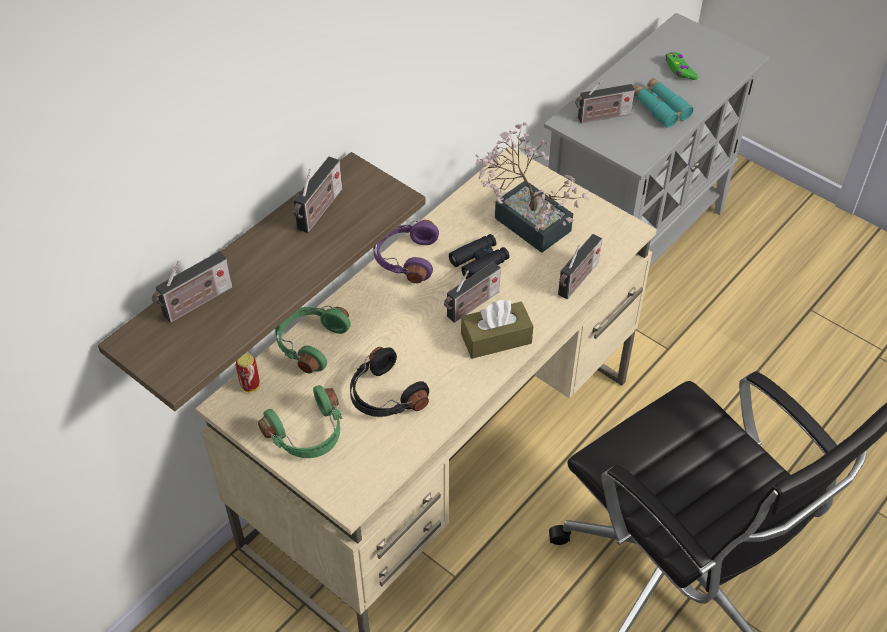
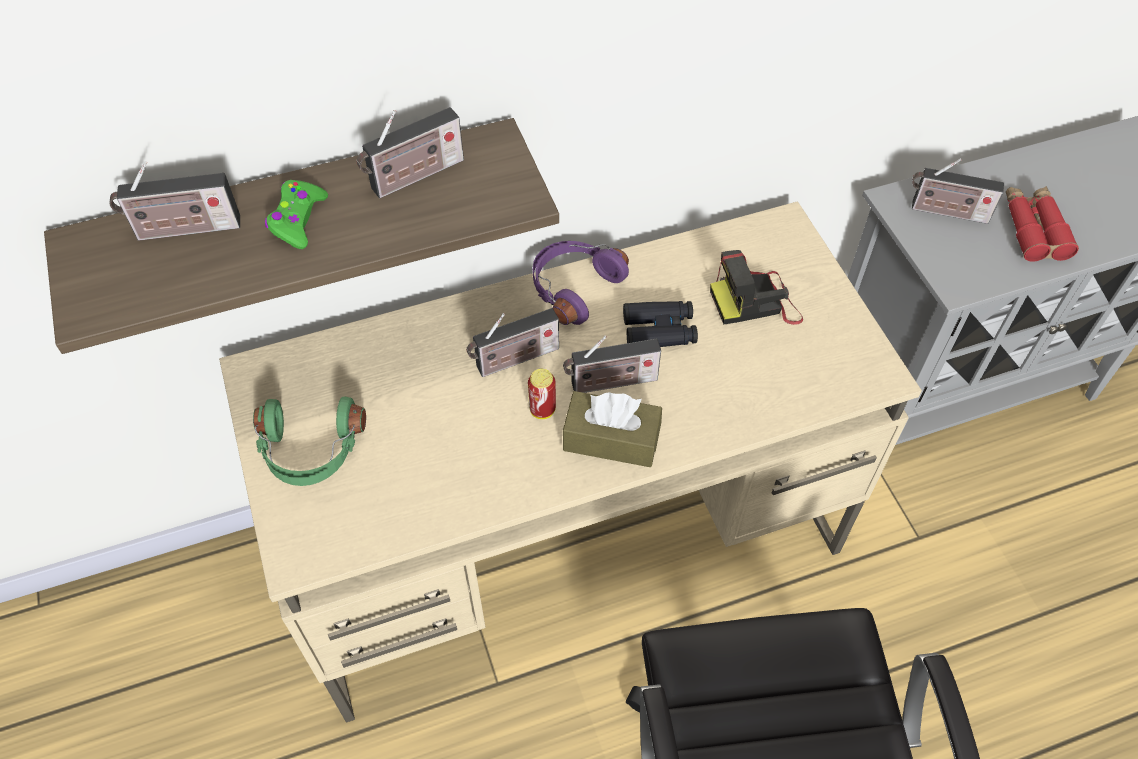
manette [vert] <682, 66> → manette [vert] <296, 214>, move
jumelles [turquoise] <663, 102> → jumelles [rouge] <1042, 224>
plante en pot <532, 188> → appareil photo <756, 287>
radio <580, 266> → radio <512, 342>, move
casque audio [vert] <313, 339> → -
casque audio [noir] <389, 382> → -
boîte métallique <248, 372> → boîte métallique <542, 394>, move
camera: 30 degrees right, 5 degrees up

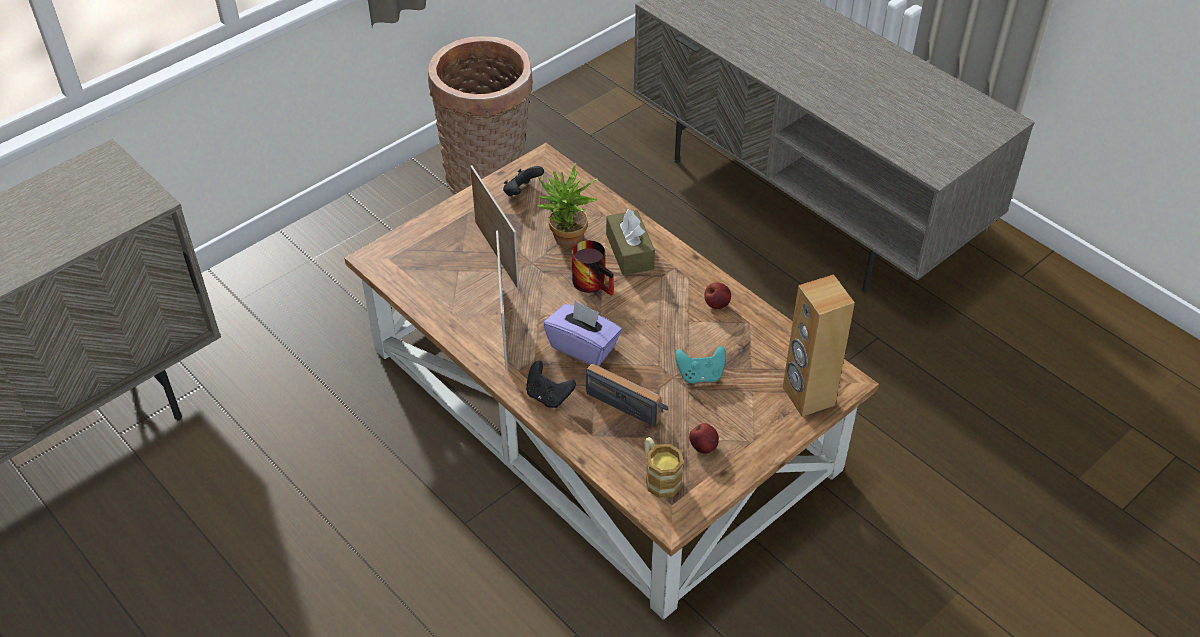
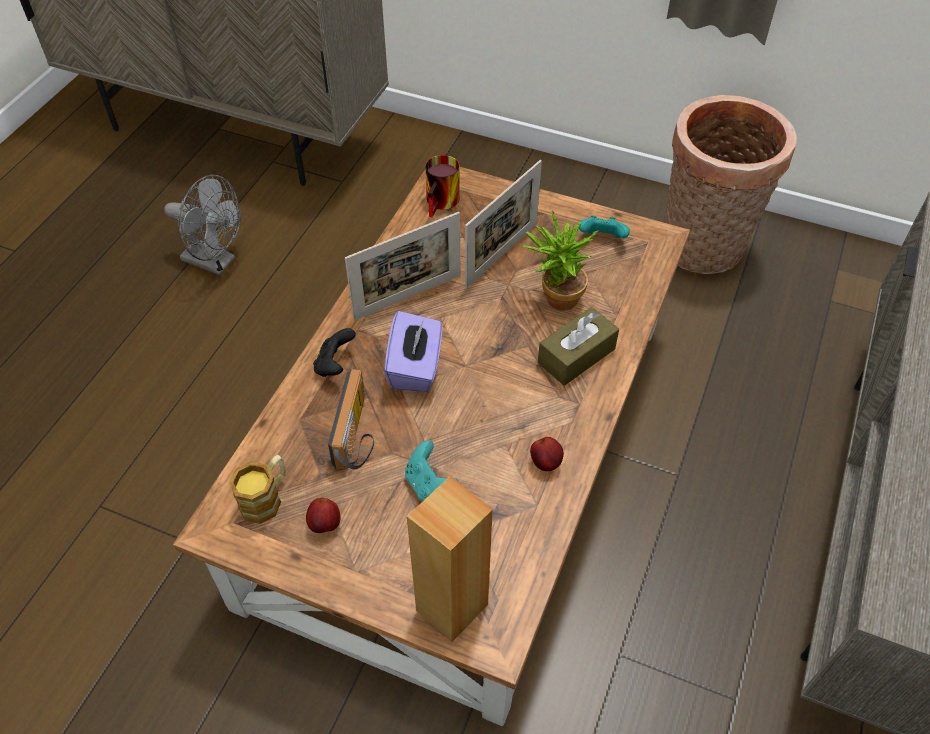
manette [noir] <523, 181> → manette [turquoise] <604, 227>
mug <593, 268> → mug <442, 186>, move
- → ventilateur [gris] <202, 225>
camera: 65 degrees right, 5 degrees up

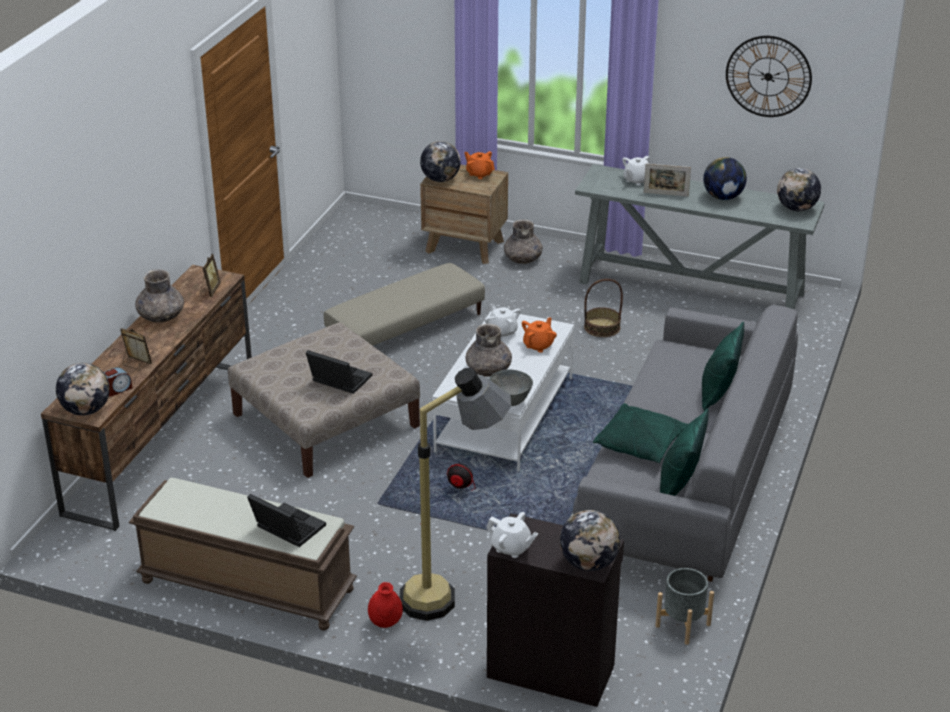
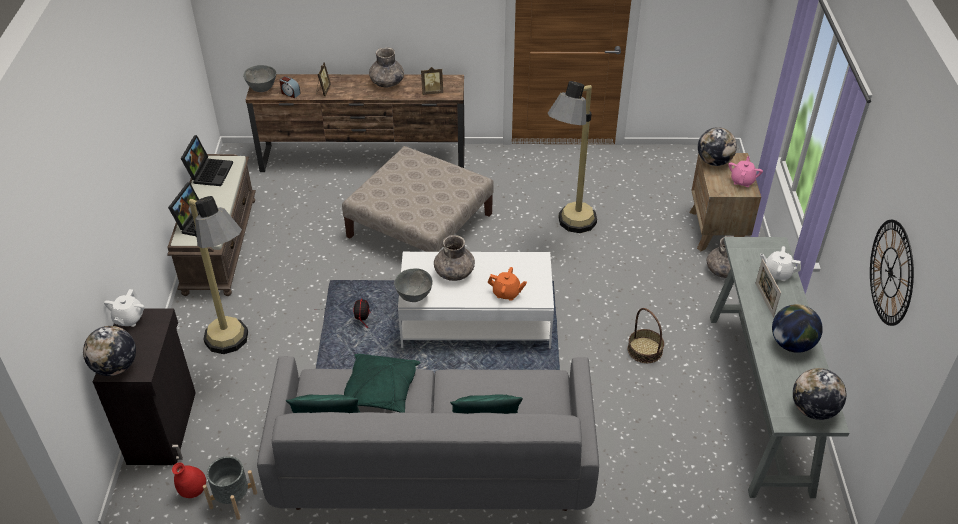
théière [orange] <479, 165> → théière [rose] <745, 171>
pouf [beige] <404, 304> → lampadaire <572, 157>
théière [blanc] <502, 321> → -
ordinateur portable <339, 372> → ordinateur portable <207, 160>, move
globe <83, 389> → bol [gris] <260, 78>
vase [rouge] <385, 605> → vase [rouge] <189, 480>, move
camera: 70 degrees right, 10 degrees up

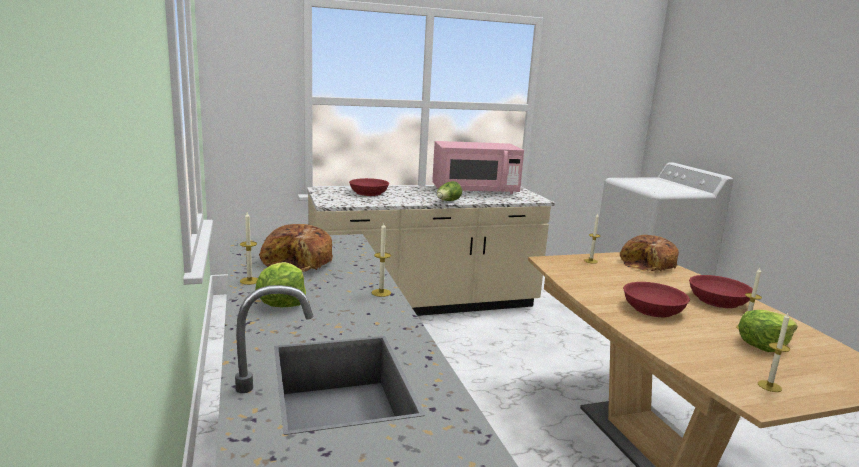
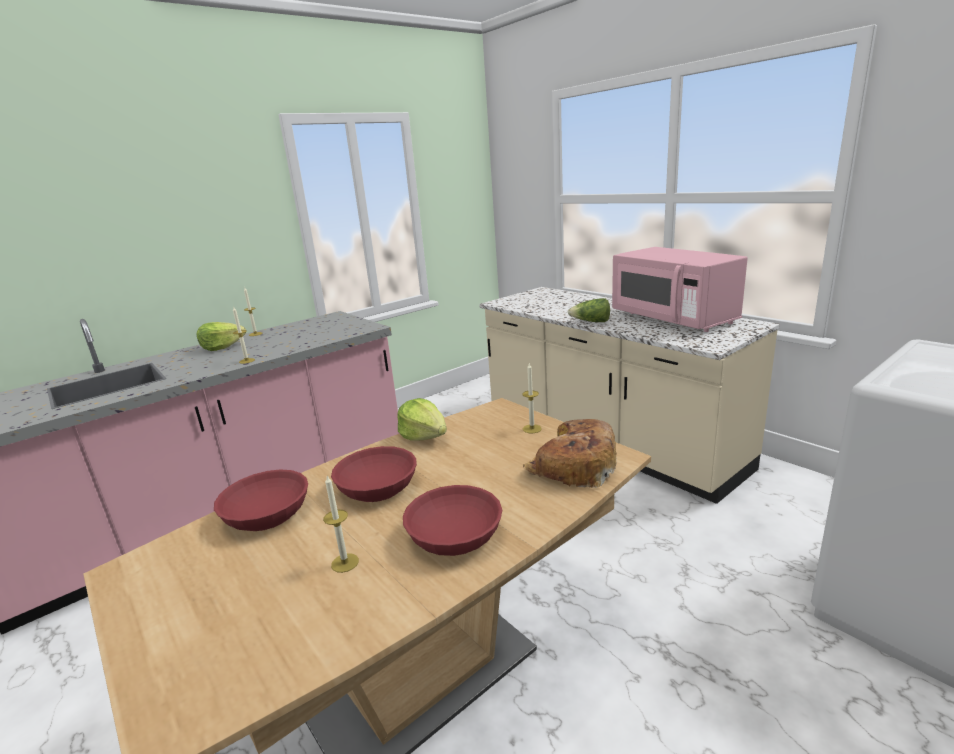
bol [rouge] <369, 187> → bol [rouge] <261, 500>, move
pain <296, 248> → -
laitue <767, 331> → laitue <422, 419>, move
bougie <774, 352> → -
camera: 70 degrees right, 5 degrees up

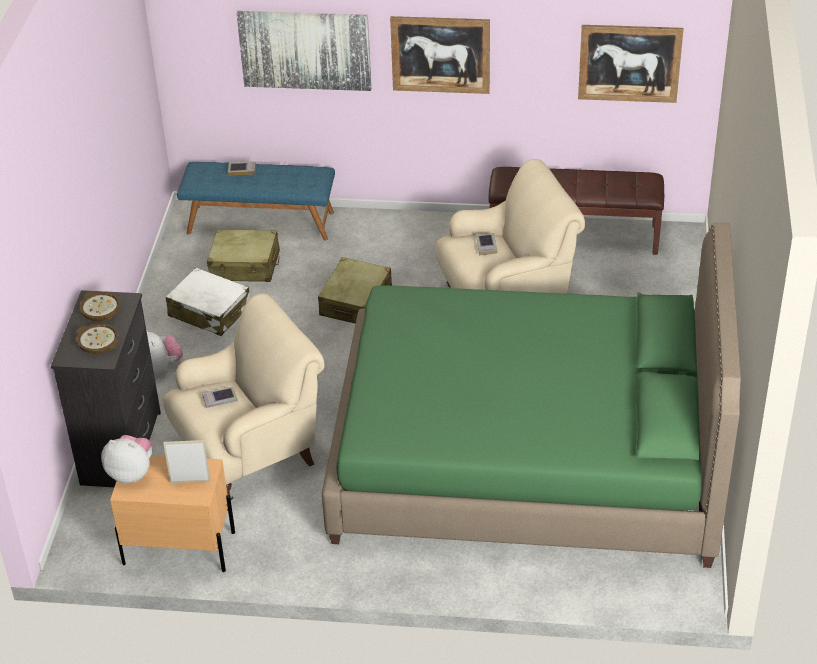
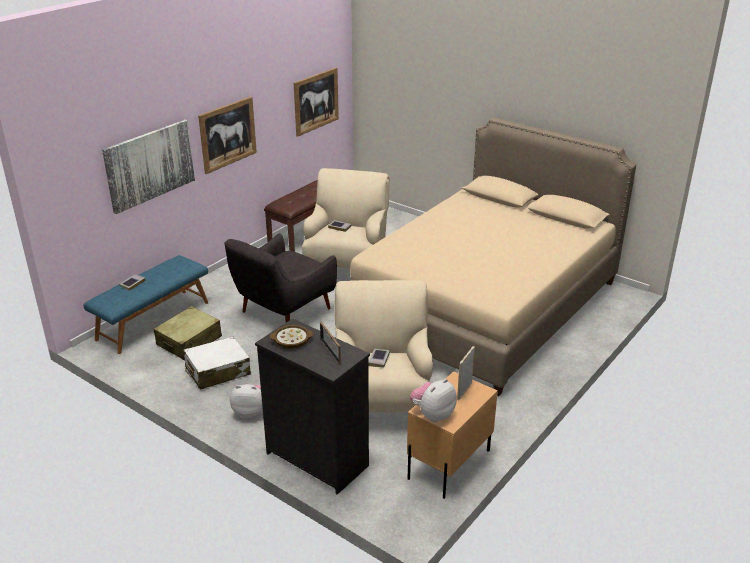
lit [vert] <531, 395> → lit [beige] <493, 257>
valise [beige] <355, 290> → fauteuil [gris] <280, 277>
bol <97, 338> → cadre photo <330, 343>
camera: 60 degrees left, 10 degrees down

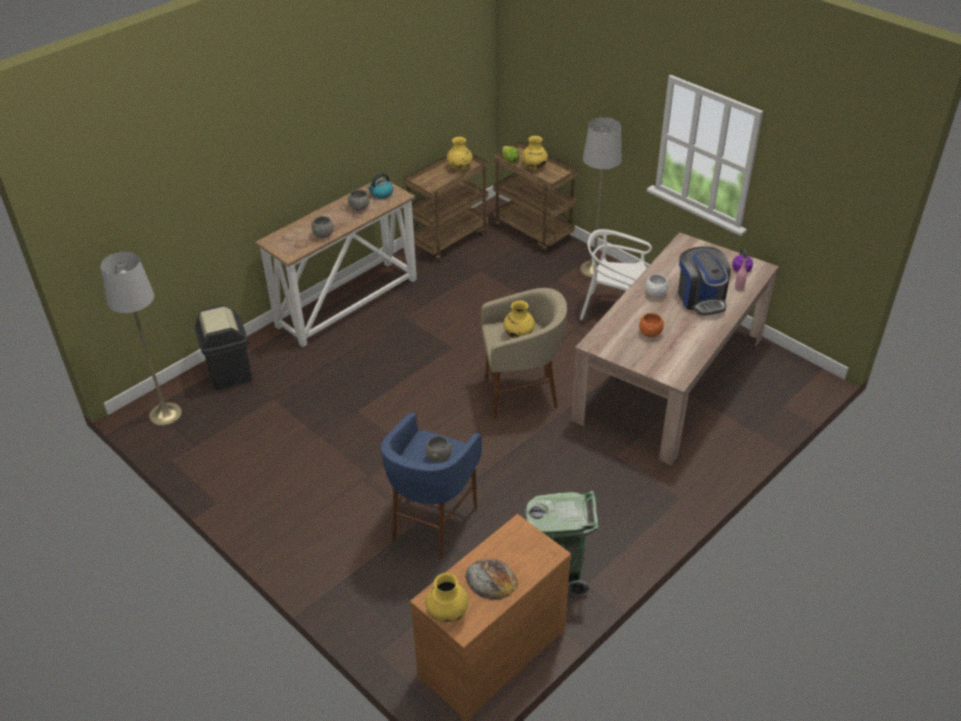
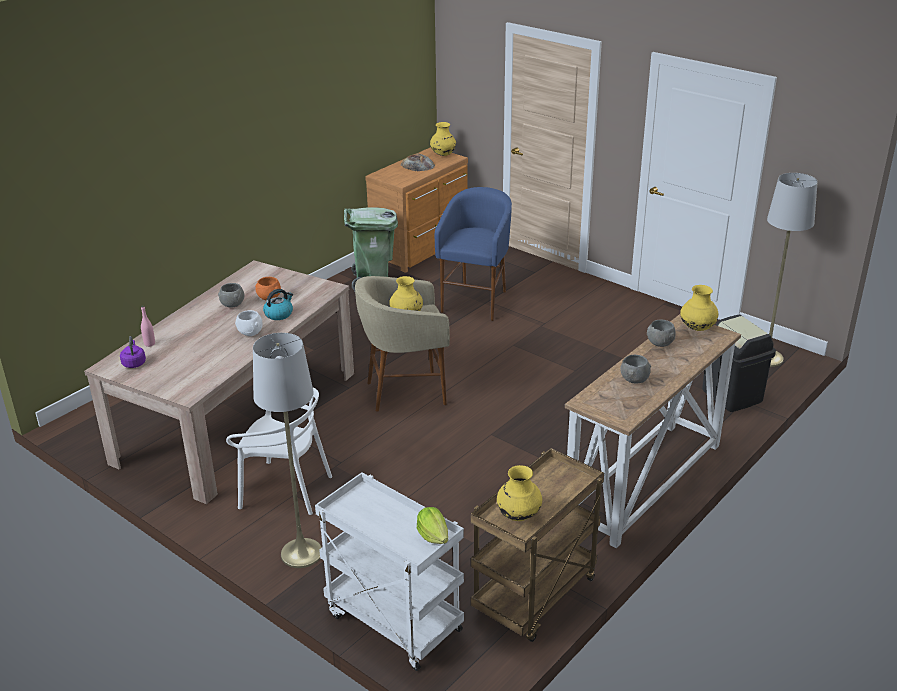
vase [jaune] <535, 152> → vase [jaune] <699, 308>, move
chariot [marron] <535, 197> → chariot [blanc] <389, 571>
bouilloire <380, 186> → bouilloire <278, 304>, move
machine à café <704, 281> → -
bol [gris] <438, 449> → bol [gris] <231, 295>, move
camera: 175 degrees right, 10 degrees down

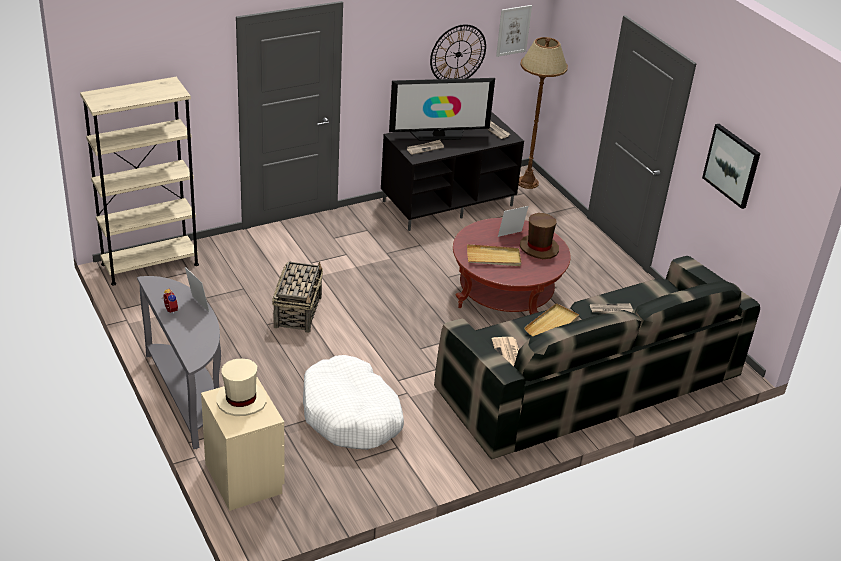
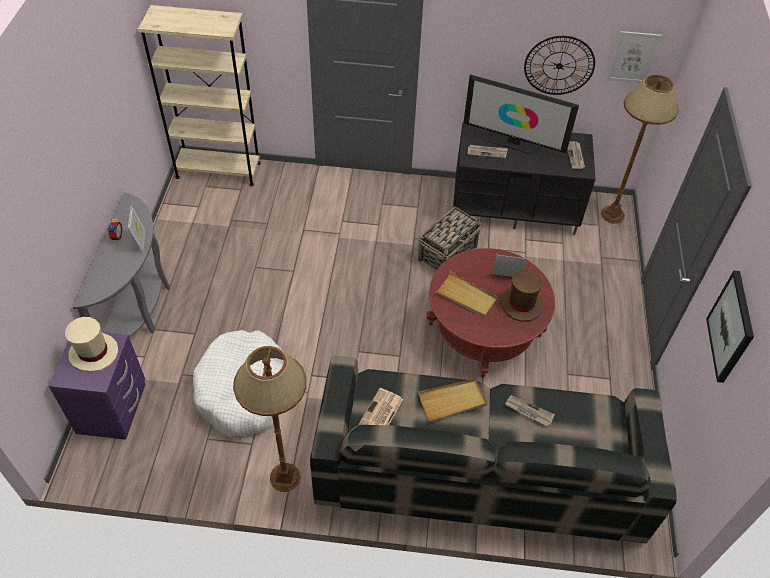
panier <297, 297> → panier <450, 238>, move
table de chevet [beige] <243, 444> → table de chevet [violet] <97, 386>
- → lampadaire [marron] <270, 419>
camera: 35 degrees right, 15 degrees up

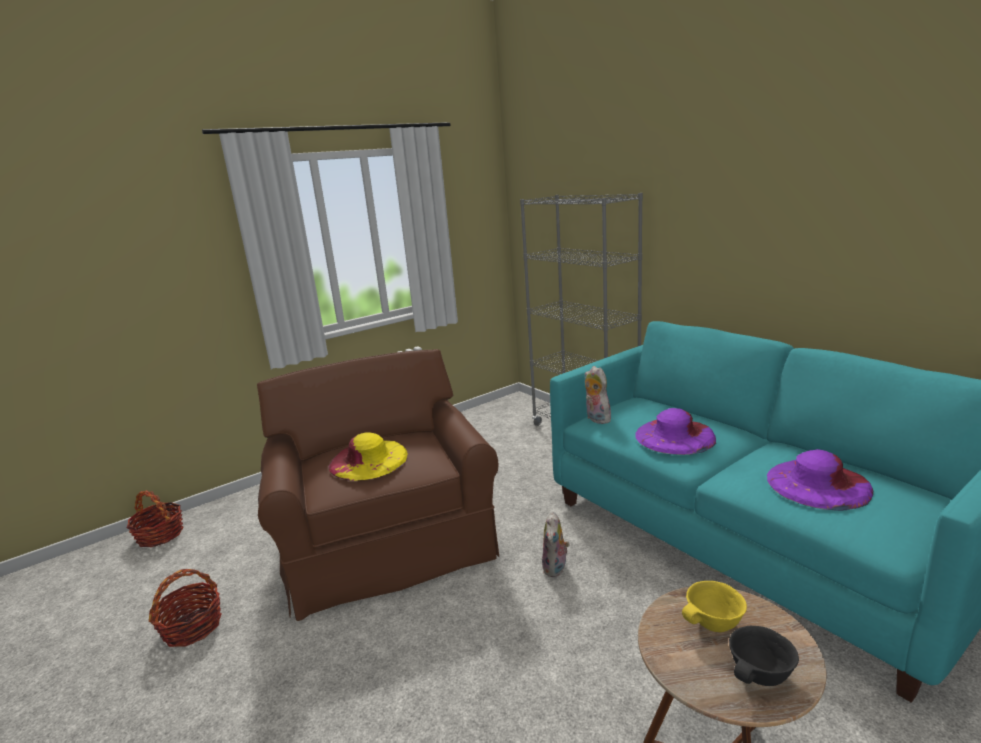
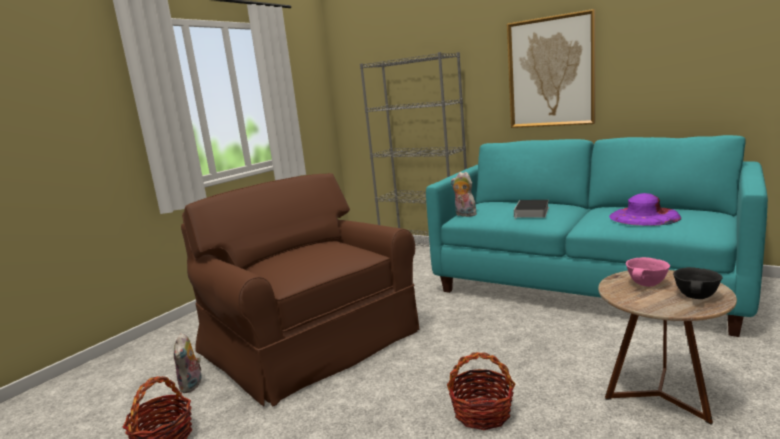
chapeau [violet] <675, 431> → livre <531, 209>
chapeau [jaune] <368, 456> → -
panier <155, 518> → panier <481, 391>, move
peluche <555, 544> → peluche <189, 362>, move
bol [jaune] <714, 606> → bol [rose] <648, 272>
- → tableau <551, 68>
camera: 20 degrees left, 5 degrees down

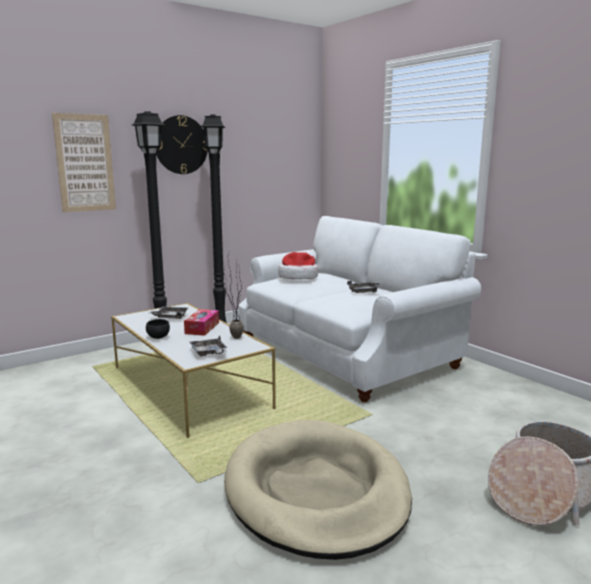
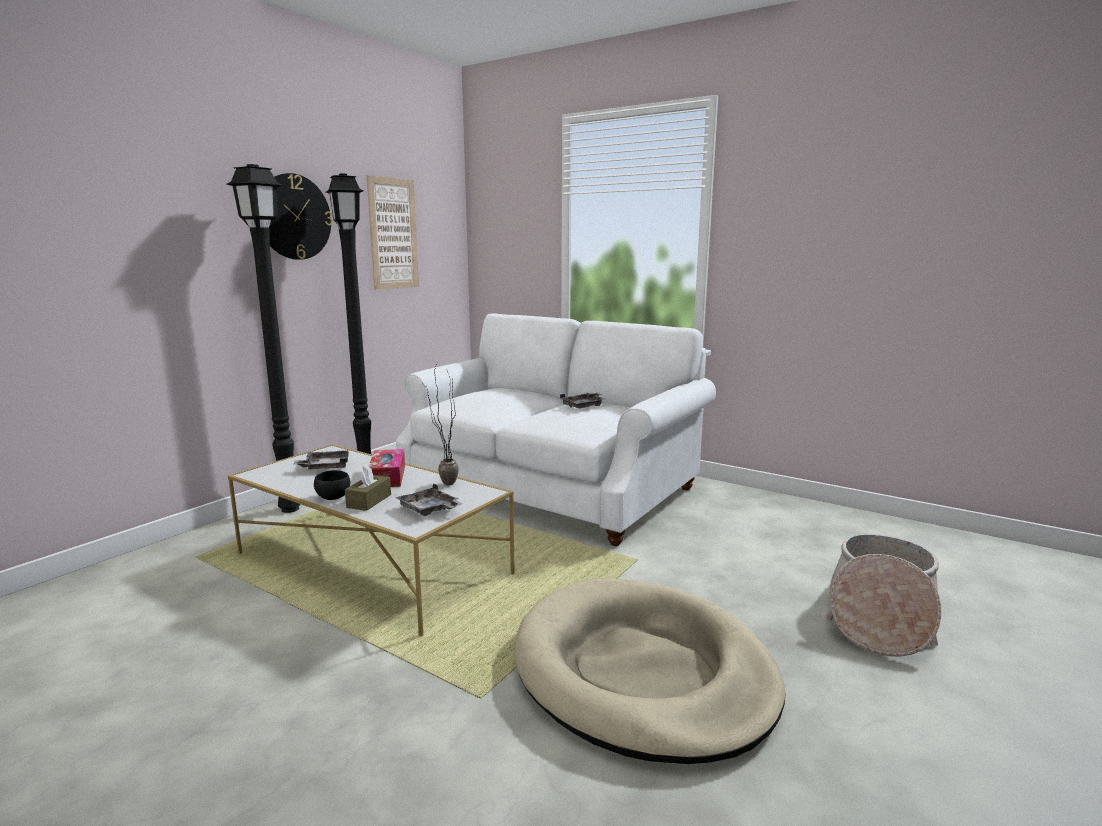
tableau <84, 163> → tableau <392, 232>, move
chapeau <298, 266> → -
- → boîte à mouchoirs [marron] <368, 488>
camera: 20 degrees left, 0 degrees up

